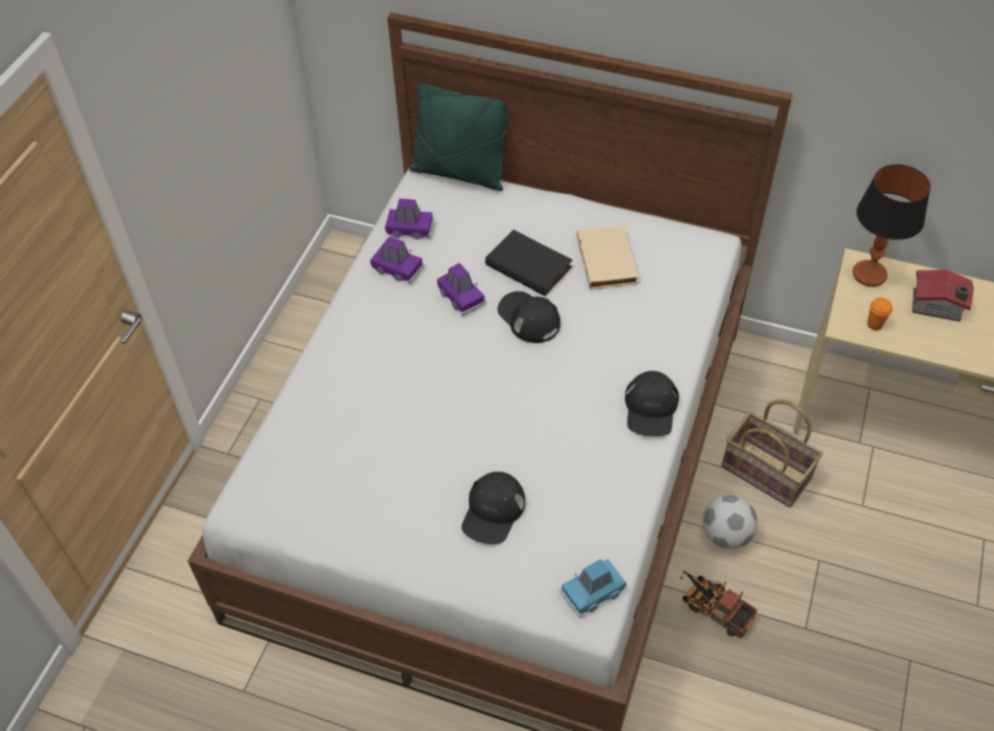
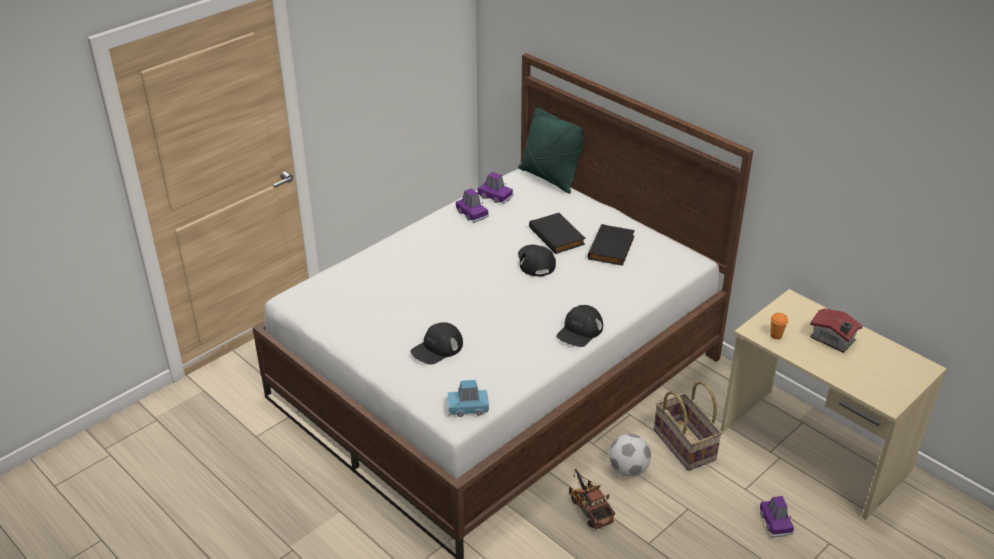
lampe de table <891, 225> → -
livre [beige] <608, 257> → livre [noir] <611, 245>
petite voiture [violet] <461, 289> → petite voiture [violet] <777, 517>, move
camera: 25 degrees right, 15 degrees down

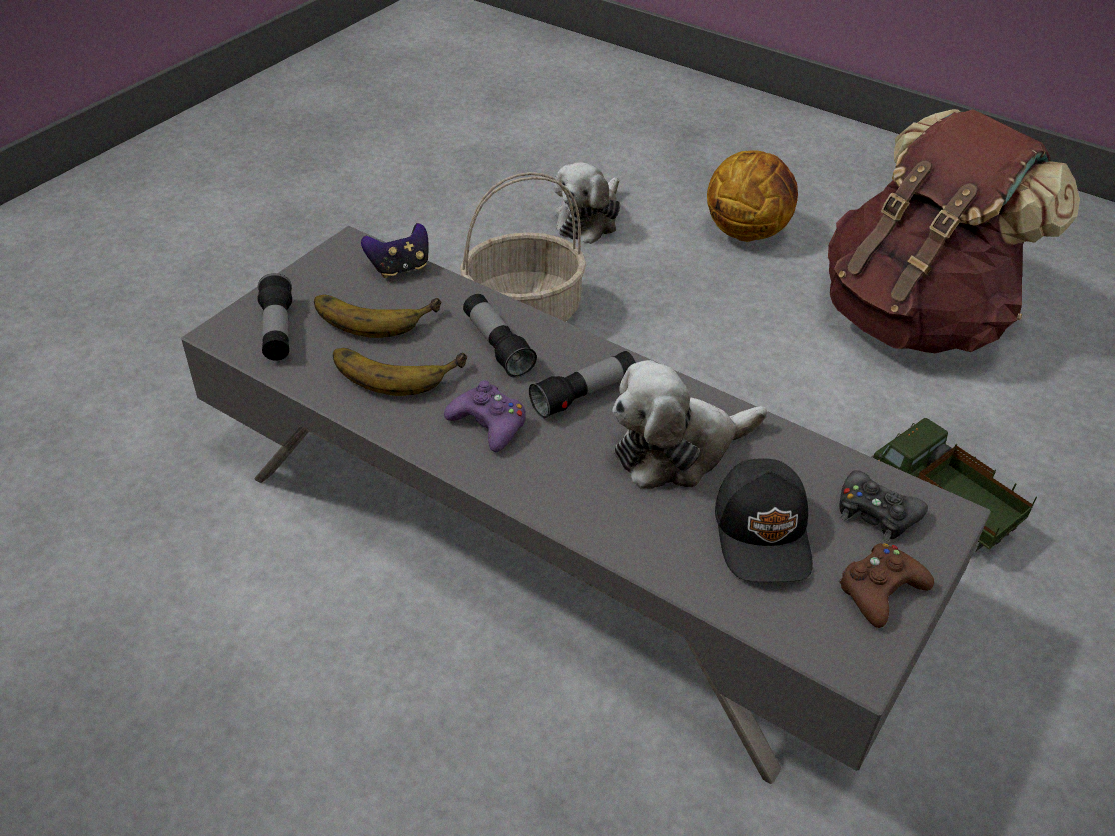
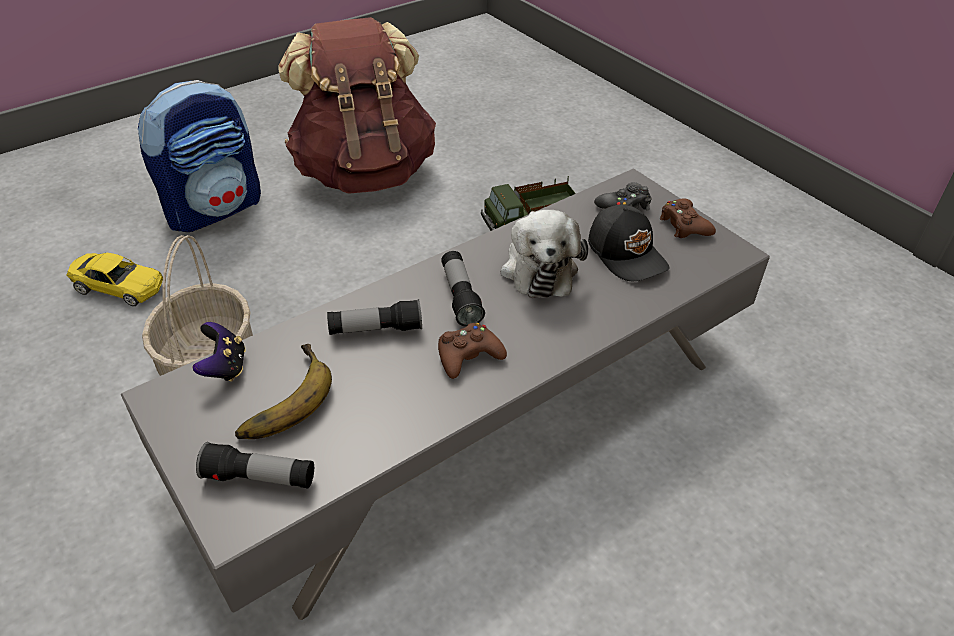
ballon de basket <752, 196> → sac à dos <199, 156>
peluche <587, 203> → petite voiture [jaune] <114, 279>
banane <400, 372> → -
manette [violet] <485, 416> → manette [marron] <472, 351>
casquette [noir] <764, 520> → casquette [noir] <629, 242>, 45 degrees clockwise
camera: 70 degrees left, 0 degrees up

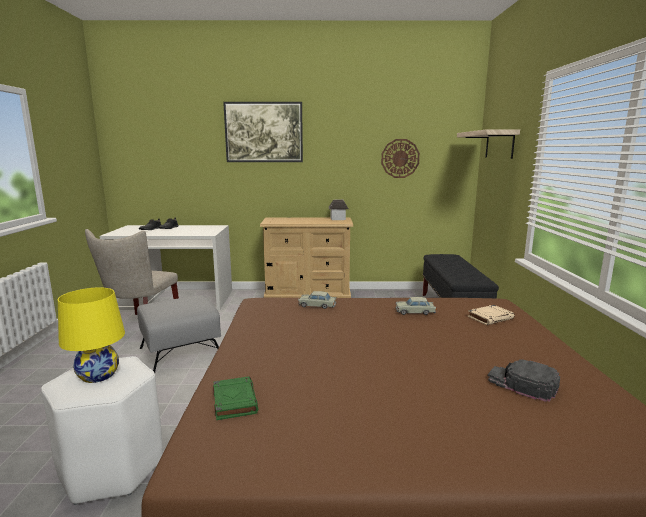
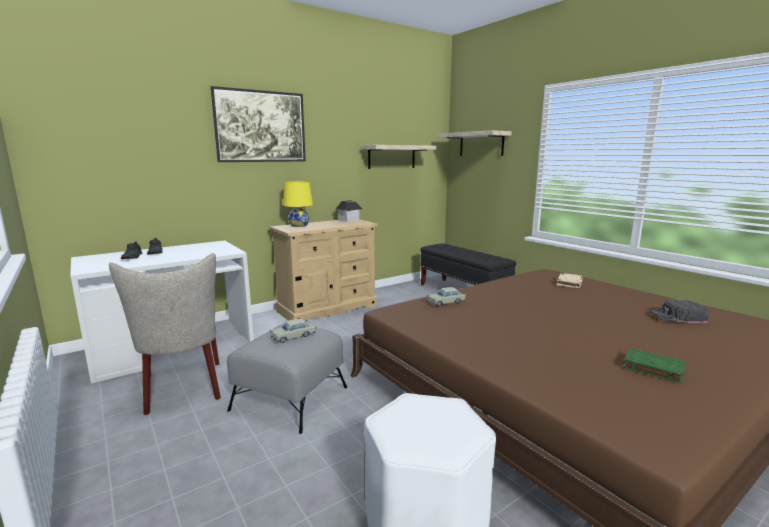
horloge murale <400, 158> → étagère <399, 157>
lampe de table [jaune] <91, 335> → lampe de table [jaune] <298, 204>, move
petite voiture [beige] <416, 306> → petite voiture [beige] <293, 330>, move
livre [vert] <235, 398> → livre [vert] <654, 365>, move
camera: 35 degrees left, 0 degrees up

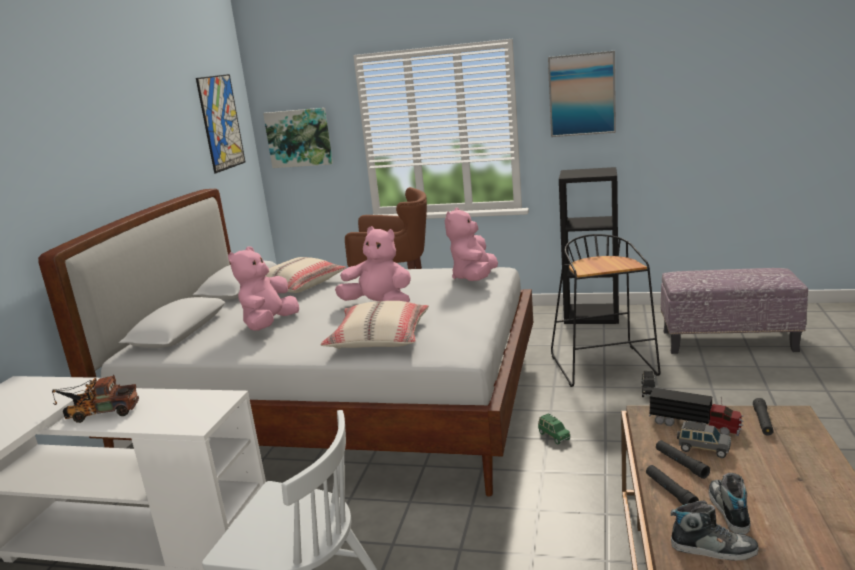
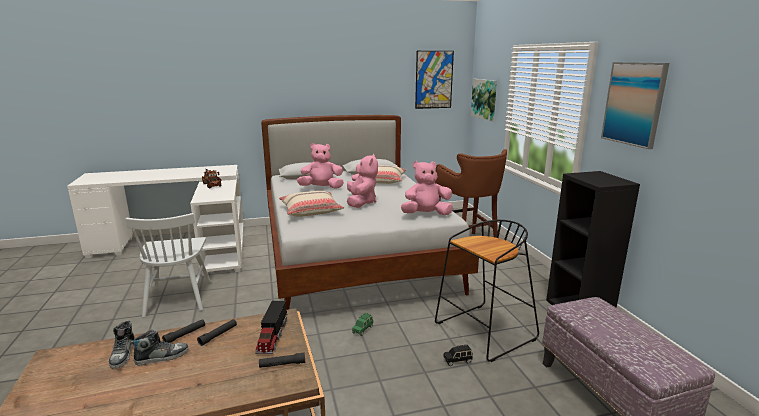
petite voiture [gris] <704, 439> → -
camera: 60 degrees right, 0 degrees up

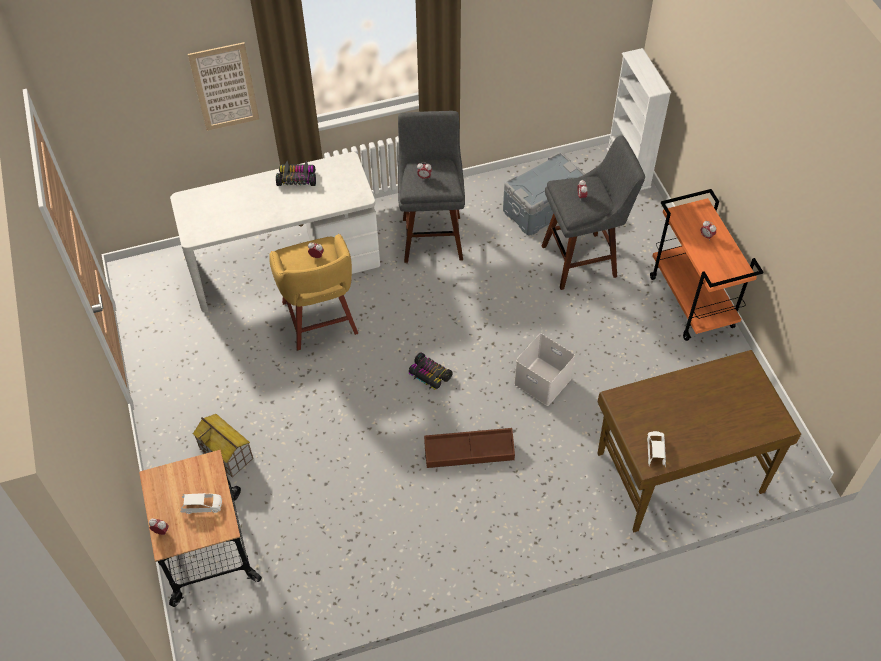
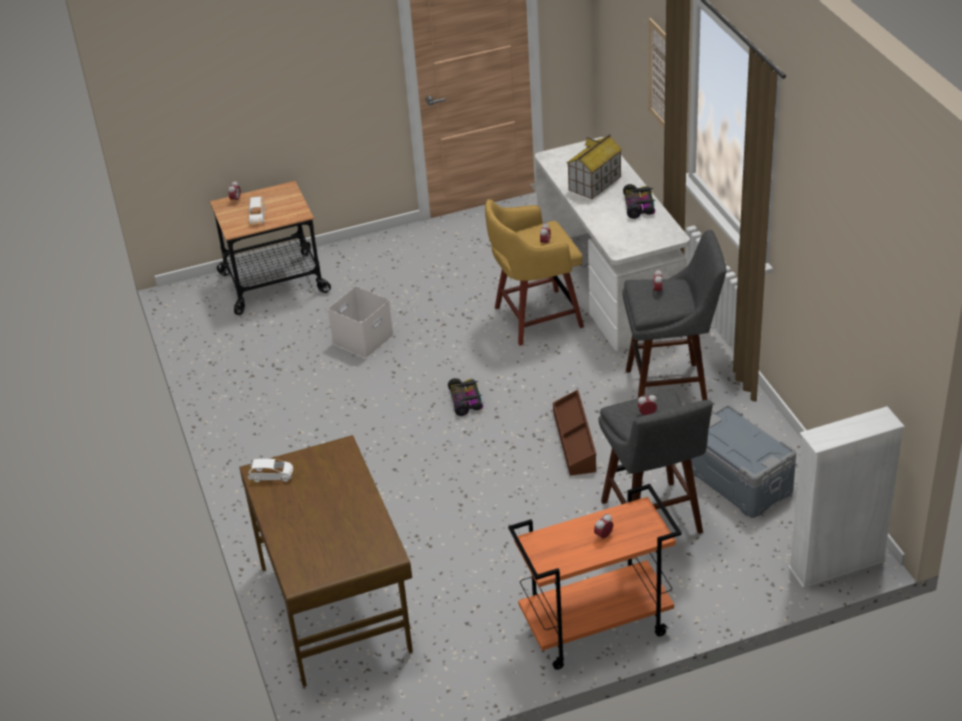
boîte de rangement [blanc] <544, 370> → boîte de rangement [blanc] <361, 322>, move
petite voiture <431, 371> → petite voiture <466, 397>, 135 degrees clockwise
maison miniature <223, 446> → maison miniature <594, 166>, move
boîte de rangement [marron] <469, 448> → boîte de rangement [marron] <574, 433>, move
camera: 90 degrees right, 15 degrees down

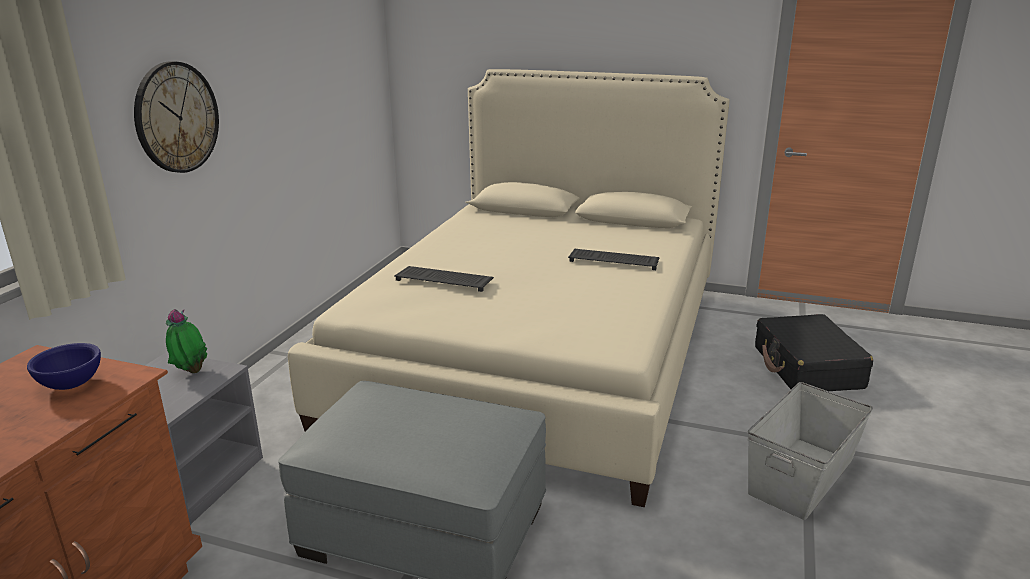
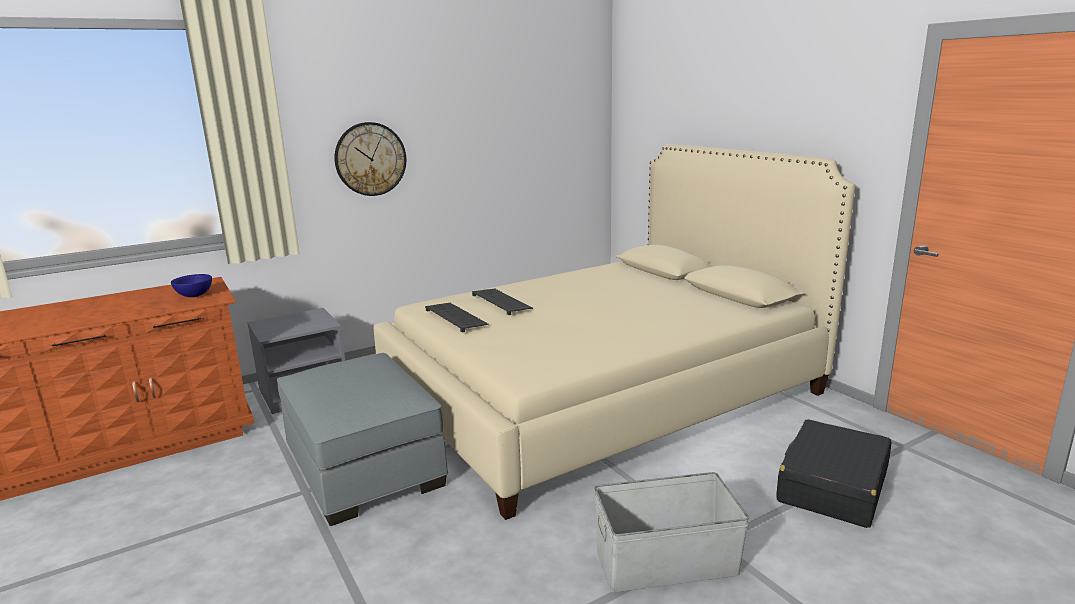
clavier <614, 259> → clavier <457, 317>, move
plante en pot <186, 341> → -
camera: 40 degrees right, 5 degrees down

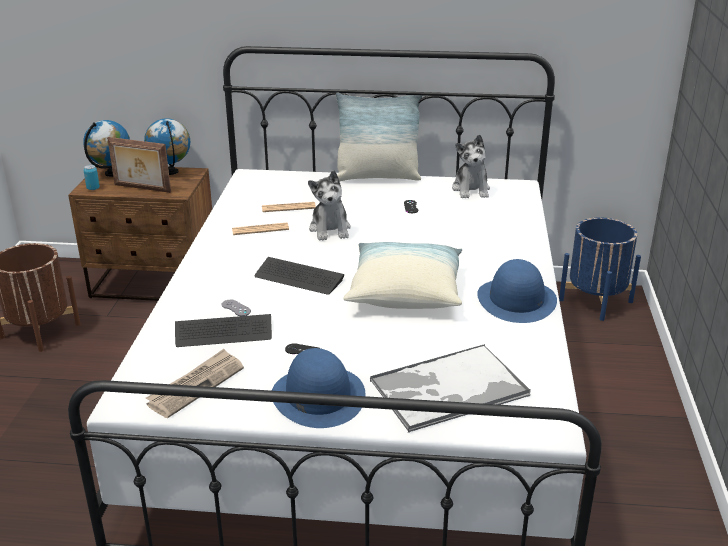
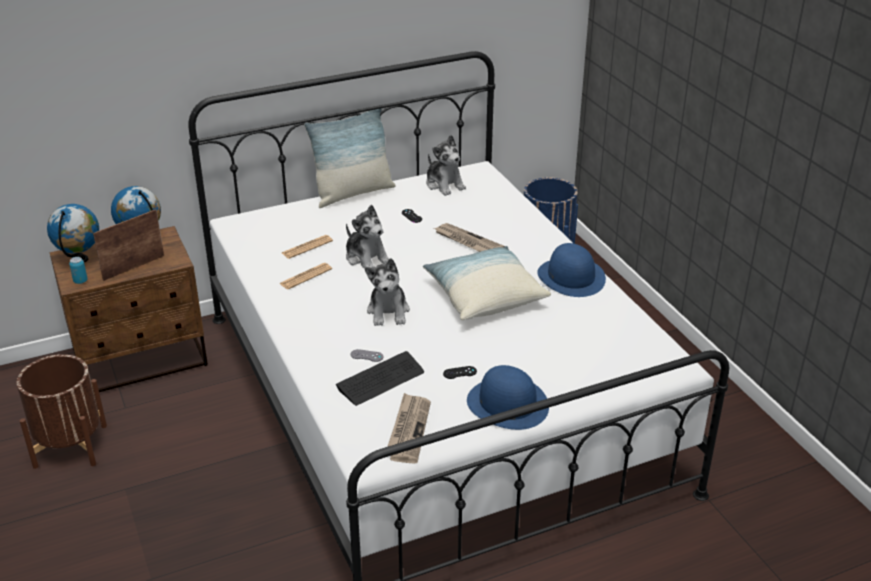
cadre photo <139, 165> → cadre photo <128, 245>, 150 degrees clockwise
clavier <300, 276> → peluche <387, 292>
plateau <450, 388> → -
- → journal <469, 237>
camera: 30 degrees left, 5 degrees up

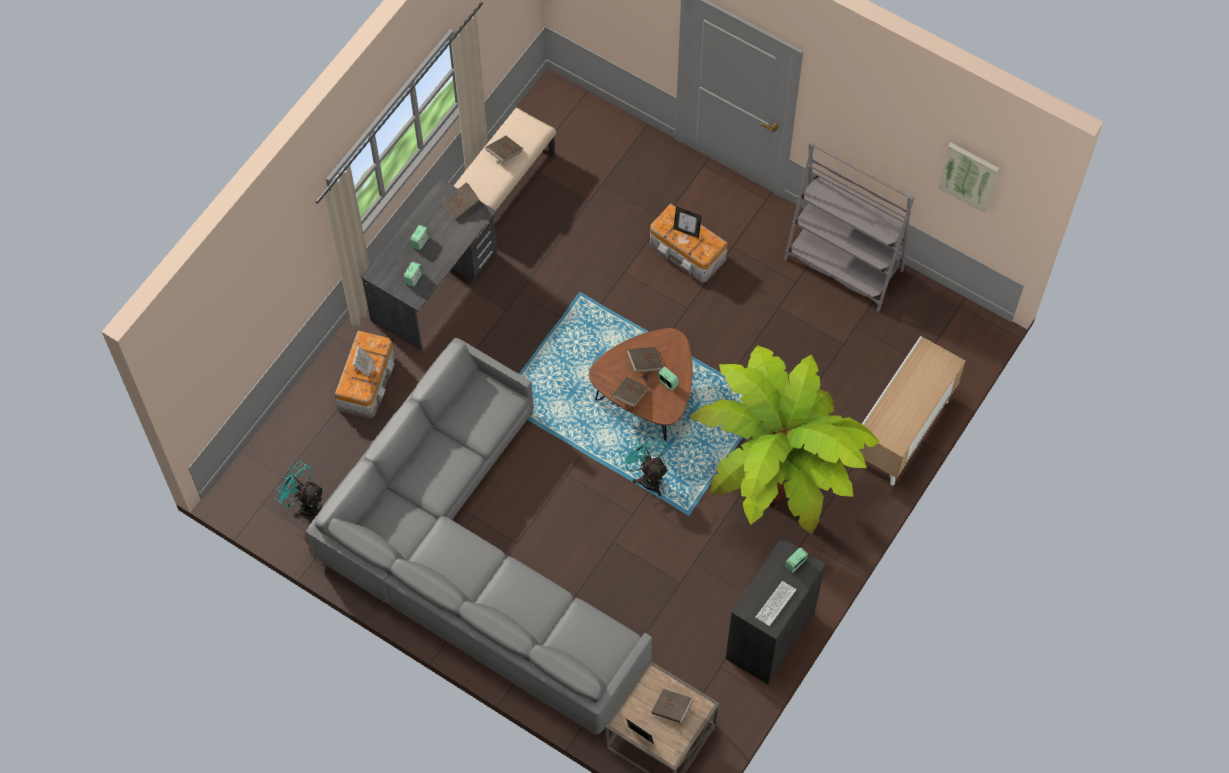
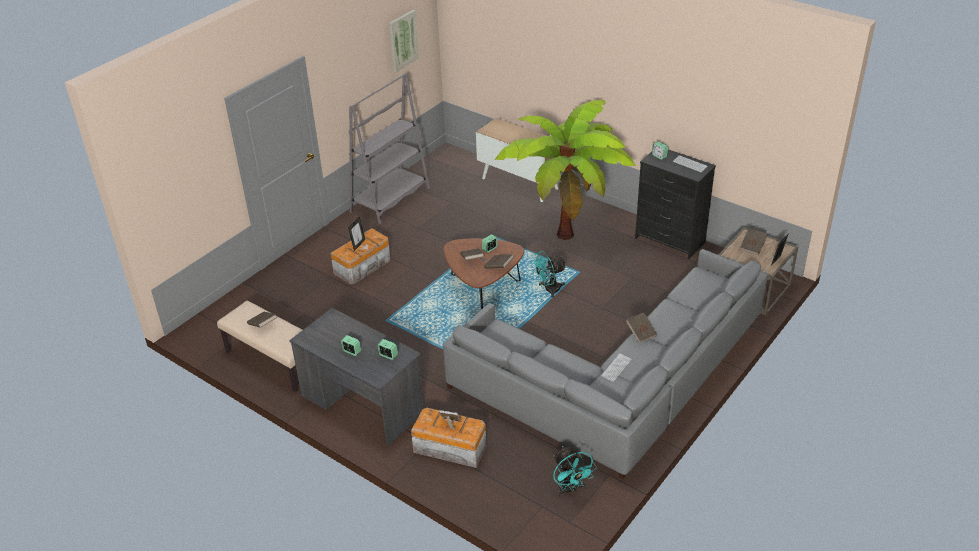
livre [marron] <462, 201> → livre [marron] <641, 328>, move
ventilateur [turquoise] <299, 489> → ventilateur [turquoise] <575, 471>, 60 degrees counterclockwise
- → clavier <616, 367>
camera: 85 degrees left, 25 degrees down

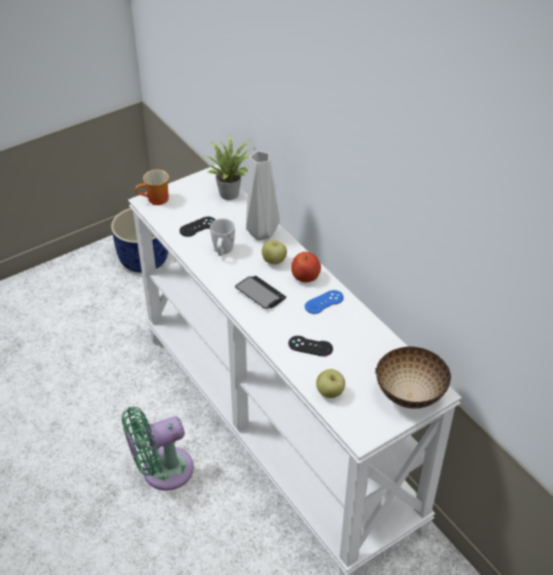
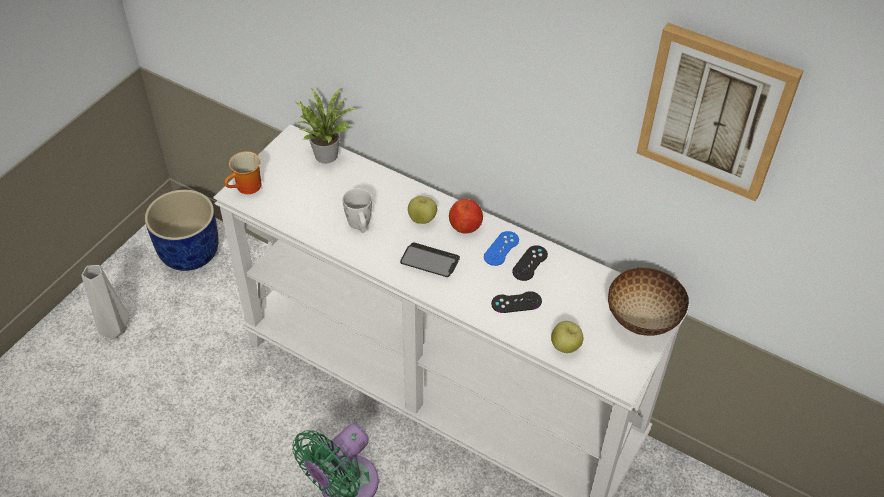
vase [gris] <263, 195> → vase [gris] <105, 302>, move
manette [noir] <197, 227> → manette [noir] <530, 263>, move
- → tableau <720, 112>
camera: 25 degrees left, 5 degrees up

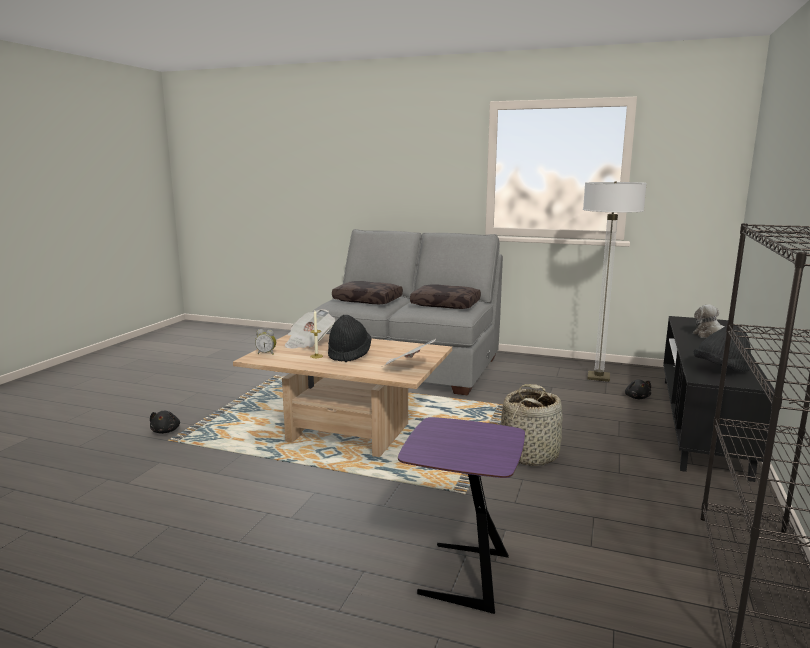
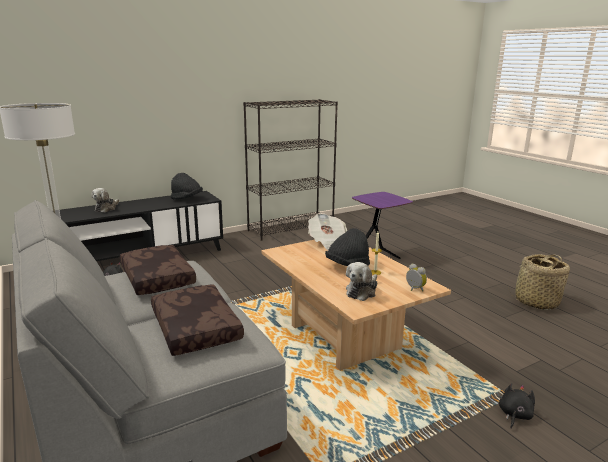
journal <310, 328> → peluche <361, 281>
panier <532, 425> → panier <539, 282>, move
camera: 140 degrees left, 5 degrees up

